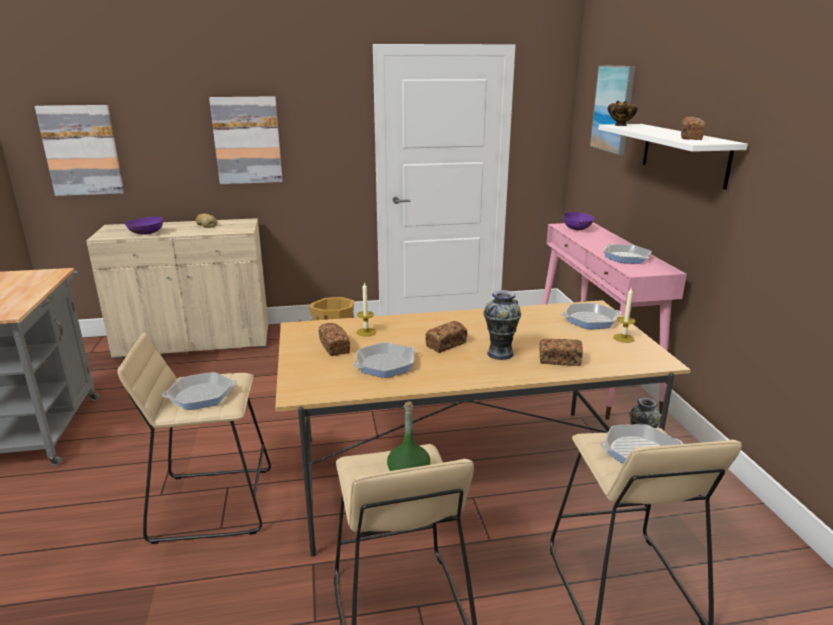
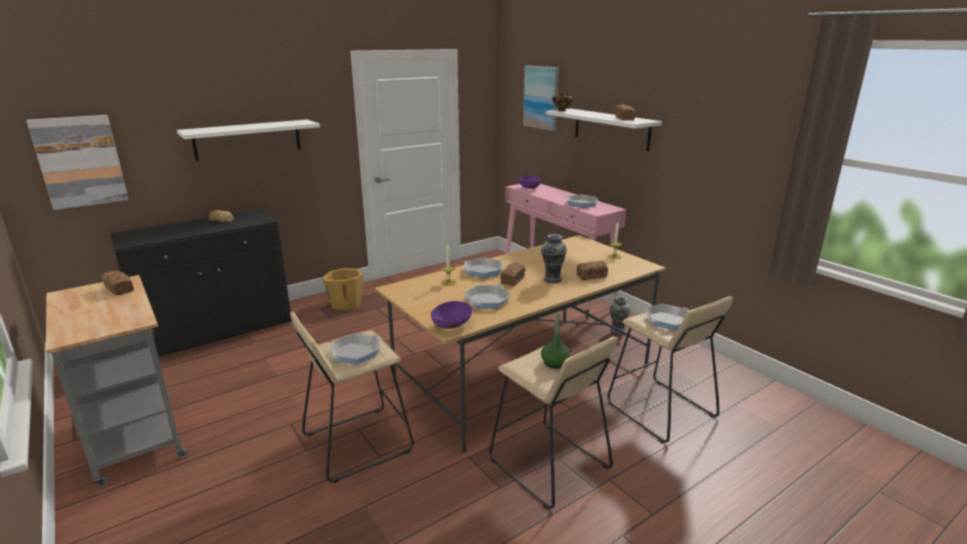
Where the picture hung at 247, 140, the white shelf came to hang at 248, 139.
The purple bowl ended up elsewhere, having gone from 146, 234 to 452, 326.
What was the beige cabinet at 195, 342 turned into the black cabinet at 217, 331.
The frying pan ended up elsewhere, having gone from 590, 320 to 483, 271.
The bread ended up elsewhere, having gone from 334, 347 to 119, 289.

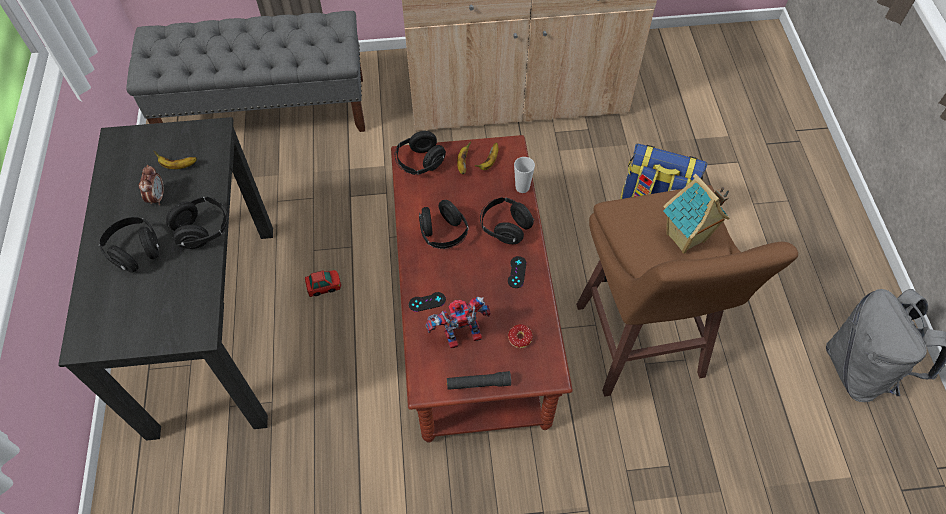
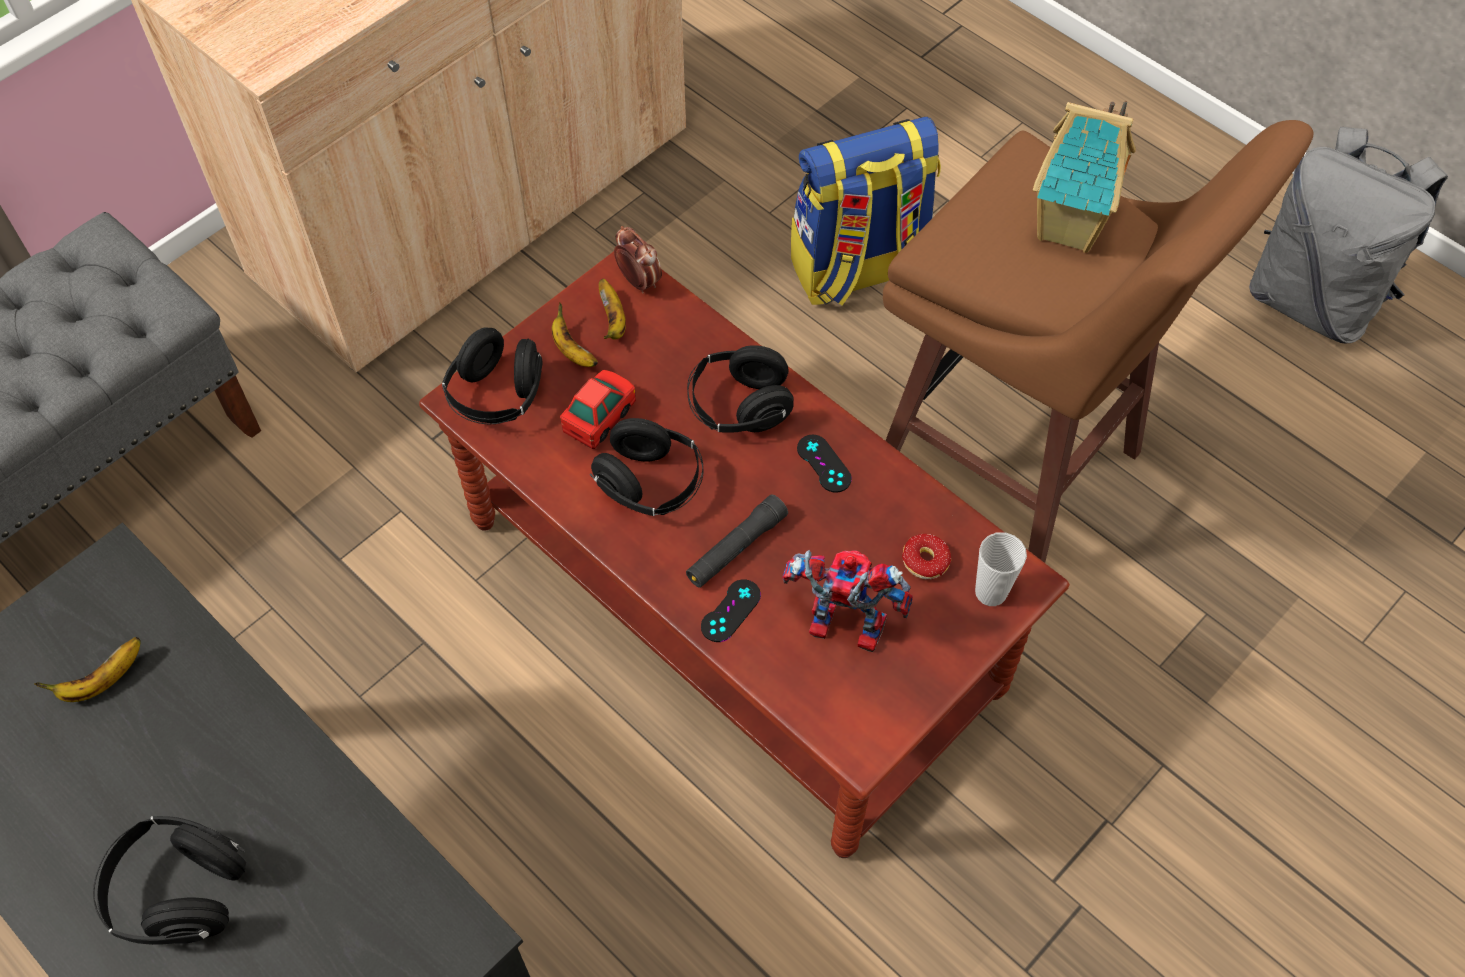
The cup ended up elsewhere, having gone from 522, 187 to 990, 592.
The alarm clock ended up elsewhere, having gone from 157, 197 to 639, 281.
The second view lost the black headphones at 203, 230.
The toy car ended up elsewhere, having gone from 324, 286 to 600, 417.
The toy robot at 460, 338 ended up facing another way, 75 degrees clockwise from before.
The black flashlight ended up elsewhere, having gone from 478, 383 to 736, 548.

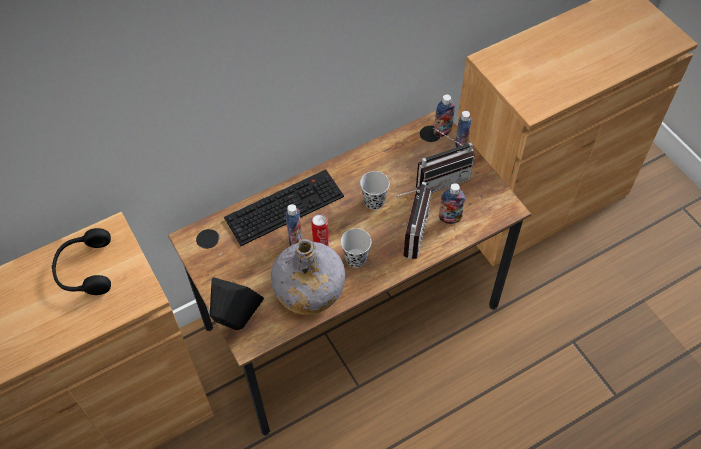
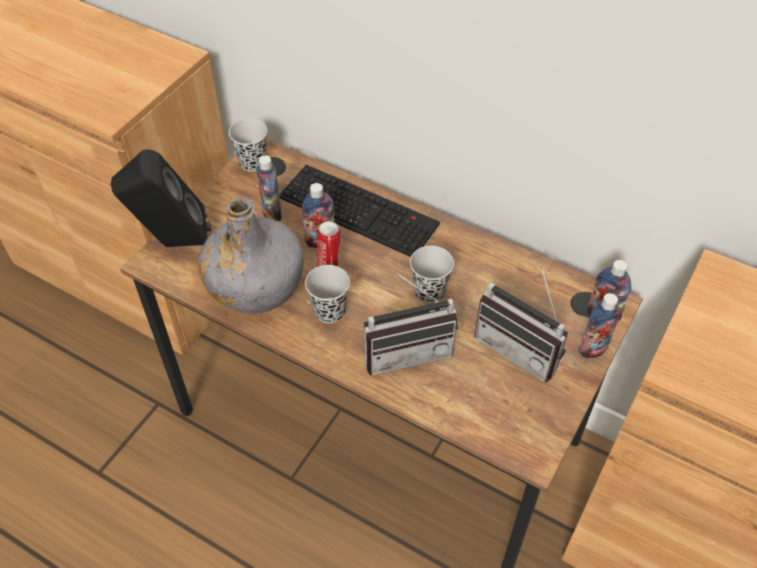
The bottle ended up elsewhere, having gone from 449, 218 to 272, 213.
The second view lost the black headphones at 84, 269.
The second view gained the black cup at 252, 162.

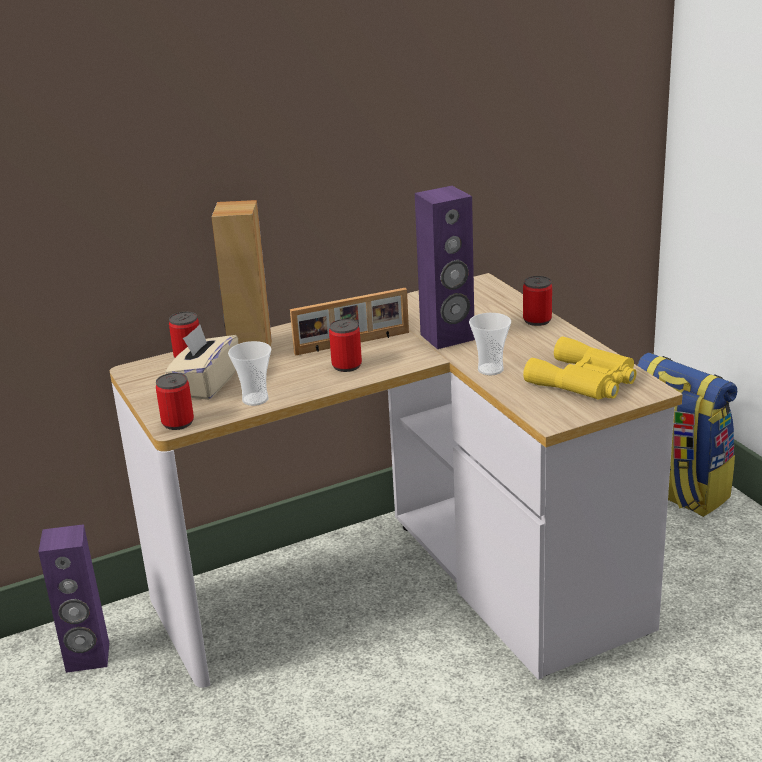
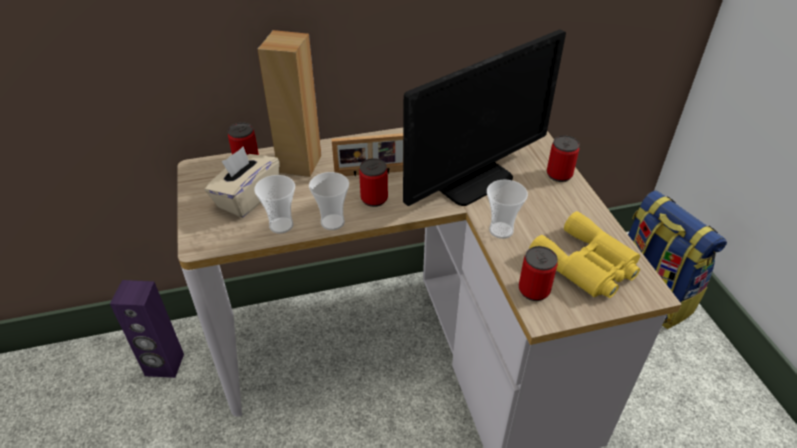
Where the purple speaker stood at 447, 337, the monitor came to stand at 473, 181.
The can ended up elsewhere, having gone from 178, 422 to 534, 290.
The second view gained the cup at 332, 222.

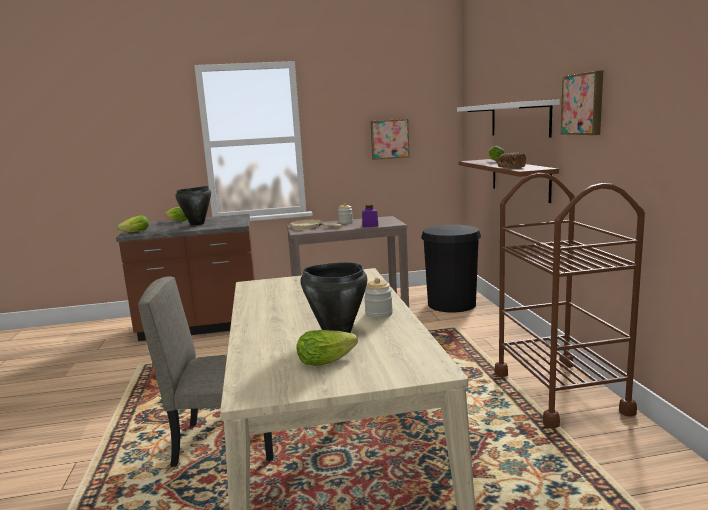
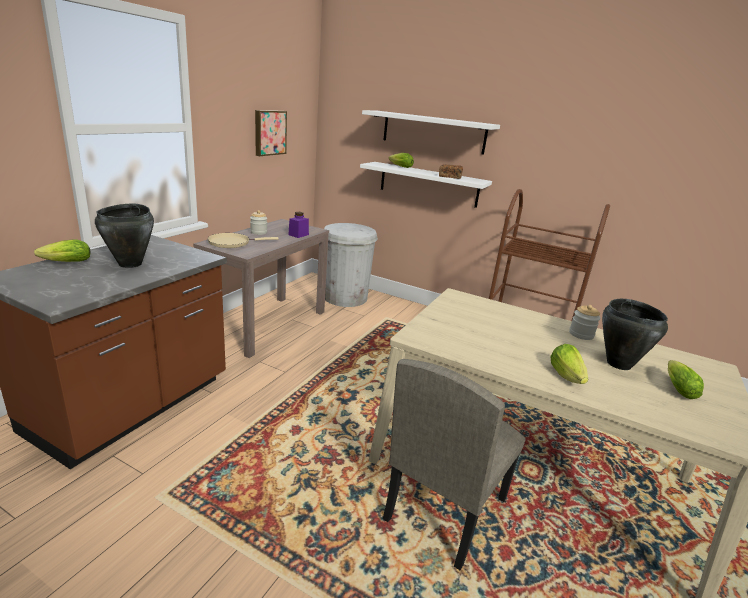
The second view lost the picture at 584, 104.
What was the brown shelf at 519, 179 turned into the white shelf at 428, 184.
The lettuce ended up elsewhere, having gone from 133, 232 to 567, 377.
What was the black trash can at 451, 304 turned into the white trash can at 345, 297.

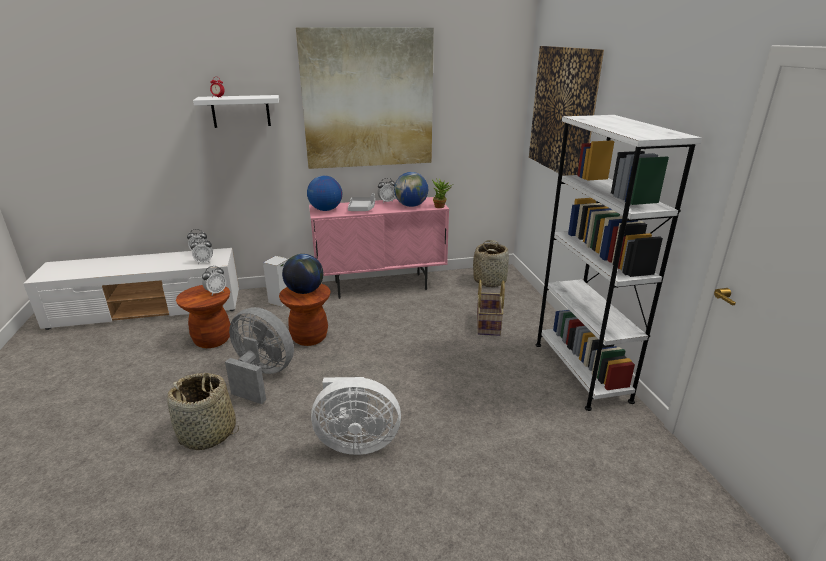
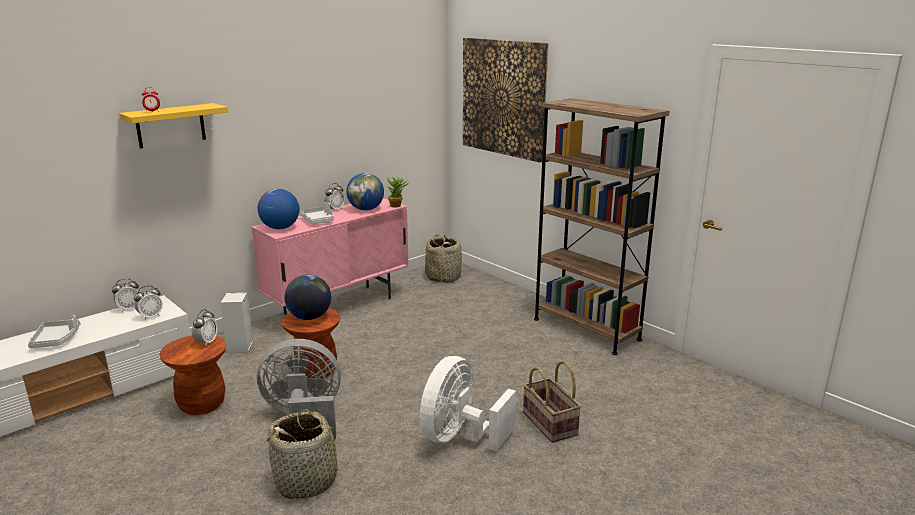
The second view lost the picture at 368, 99.
What was the white shelf at 240, 111 turned into the yellow shelf at 170, 125.
What was the white bookcase at 581, 371 turned into the brown bookcase at 586, 329.
The basket ended up elsewhere, having gone from 489, 324 to 550, 423.
The white fan at 356, 442 ended up facing another way, 150 degrees clockwise from before.
The second view gained the grey tray at 56, 339.

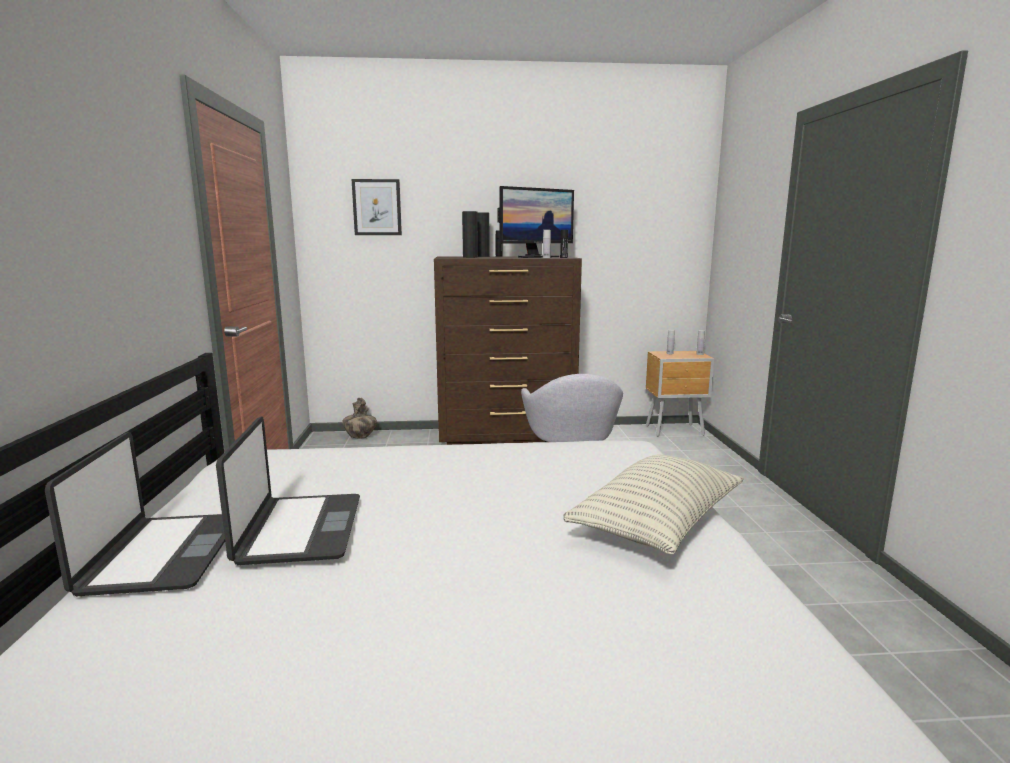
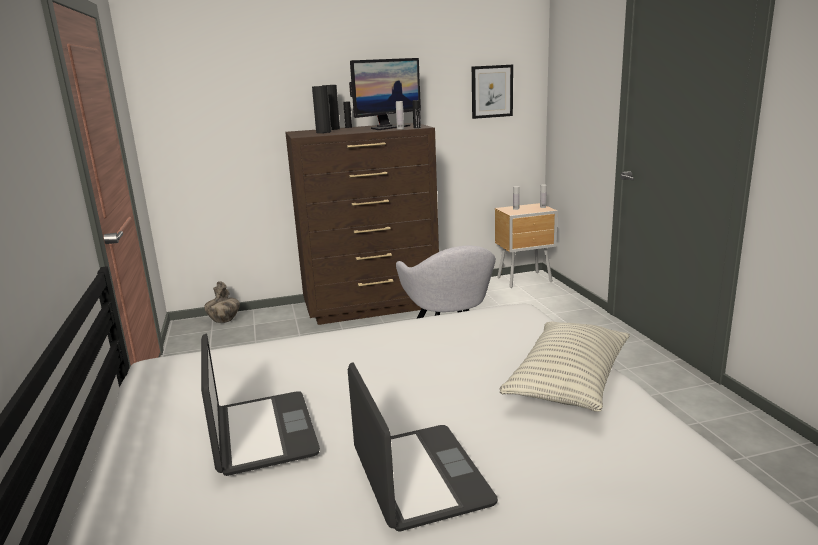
The picture ended up elsewhere, having gone from 377, 207 to 492, 91.
The laptop ended up elsewhere, having gone from 161, 554 to 419, 477.

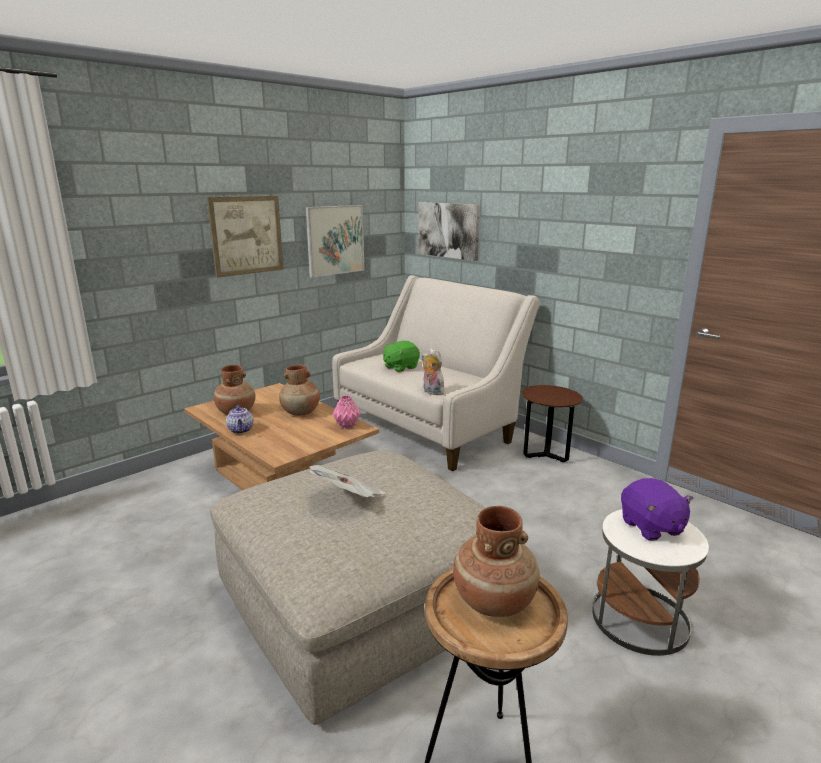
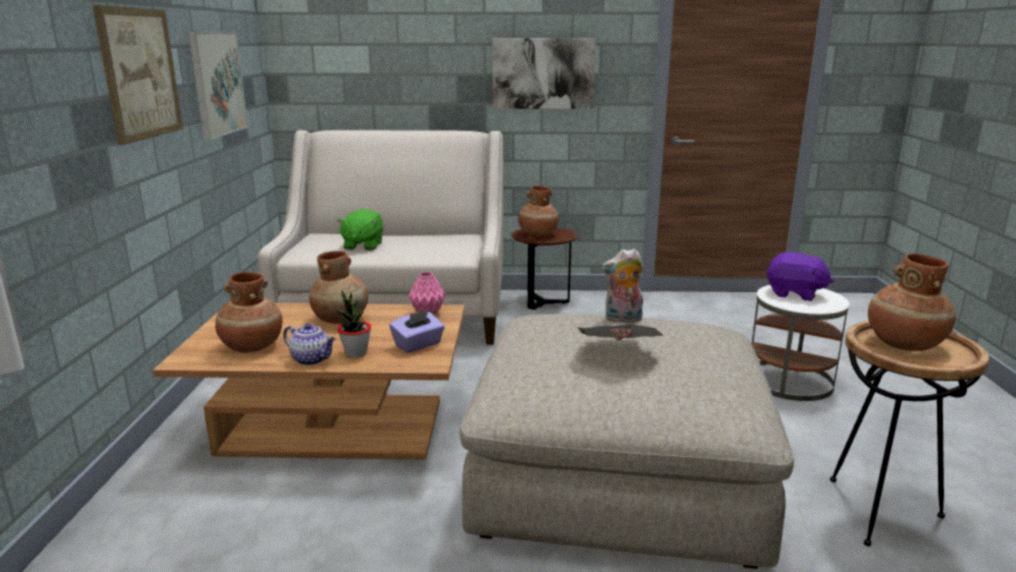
The picture ended up elsewhere, having gone from 448, 230 to 543, 73.
The plush toy ended up elsewhere, having gone from 431, 392 to 622, 319.
The second view gained the brown vase at 537, 235.
The second view gained the potted plant at 356, 353.
The second view gained the purple tissue box at 418, 345.

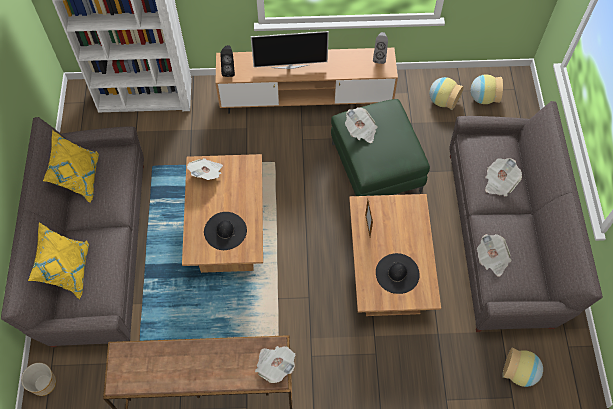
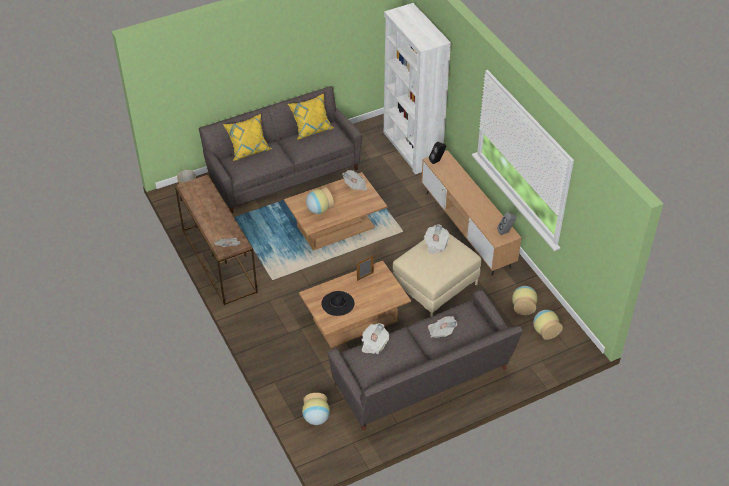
The second view lost the television at 290, 66.
What was the green ottoman at 376, 167 turned into the beige ottoman at 435, 286.
Where the black hat stood at 225, 231, the vase came to stand at 318, 209.

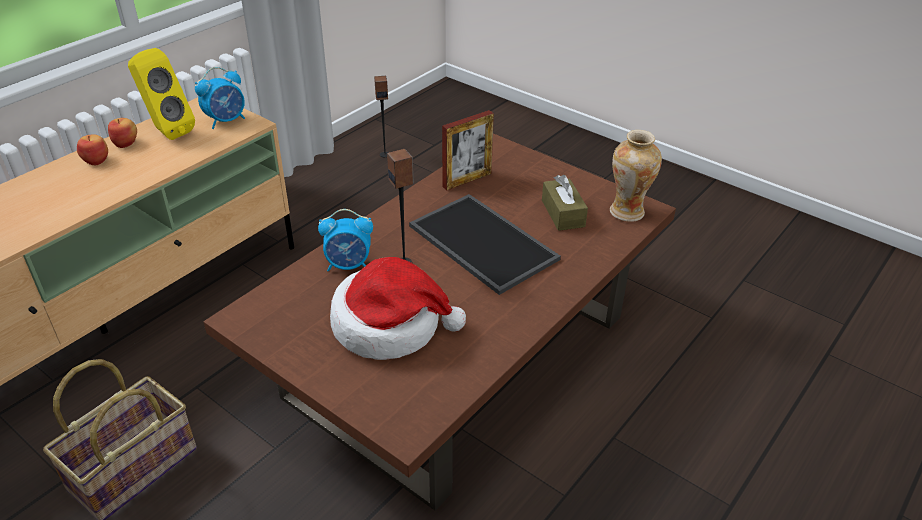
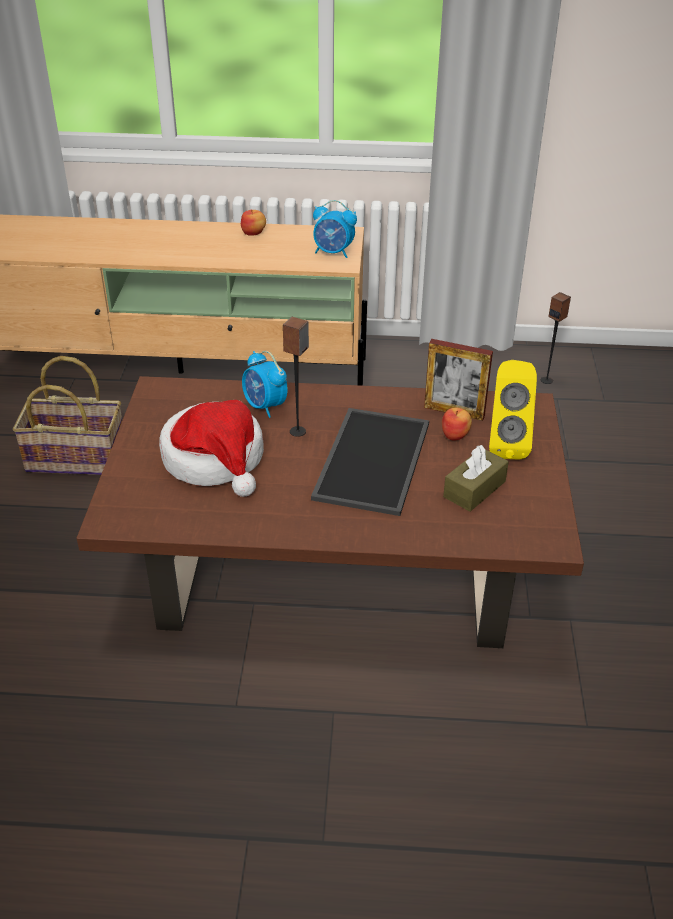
The yellow speaker ended up elsewhere, having gone from 167, 131 to 505, 445.
The second view lost the vase at 627, 212.
The apple ended up elsewhere, having gone from 97, 160 to 455, 434.

